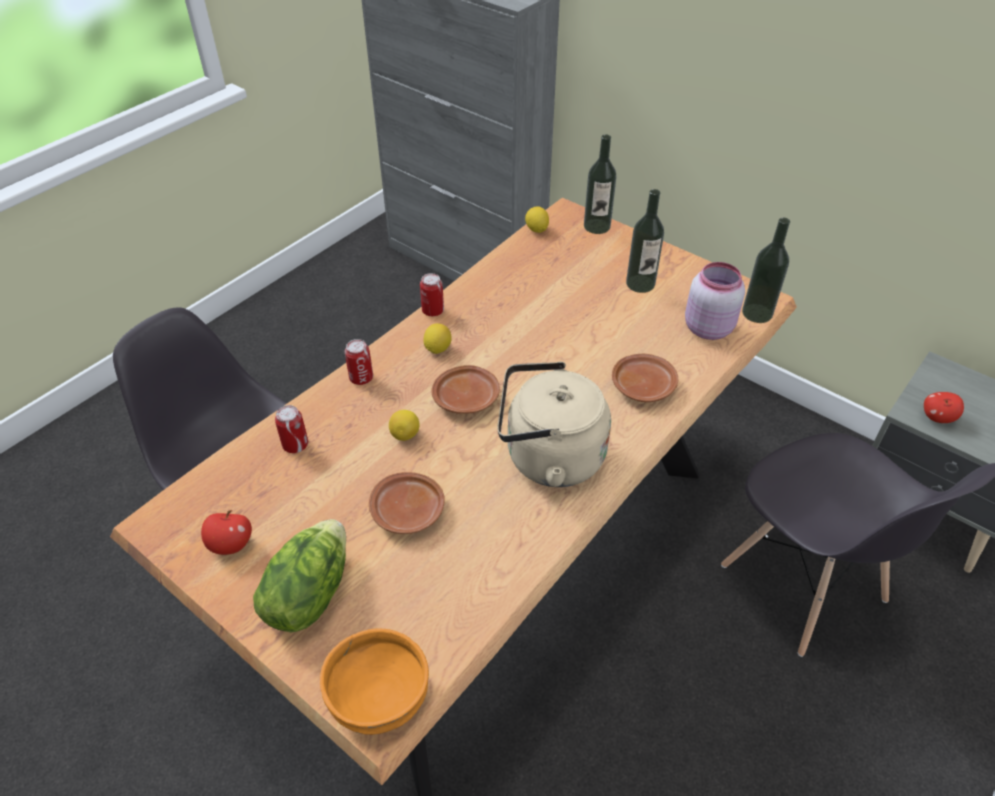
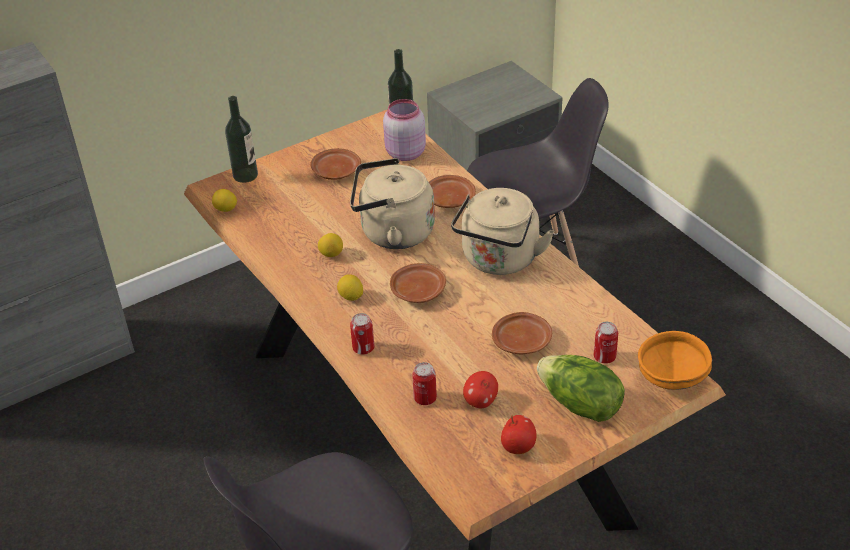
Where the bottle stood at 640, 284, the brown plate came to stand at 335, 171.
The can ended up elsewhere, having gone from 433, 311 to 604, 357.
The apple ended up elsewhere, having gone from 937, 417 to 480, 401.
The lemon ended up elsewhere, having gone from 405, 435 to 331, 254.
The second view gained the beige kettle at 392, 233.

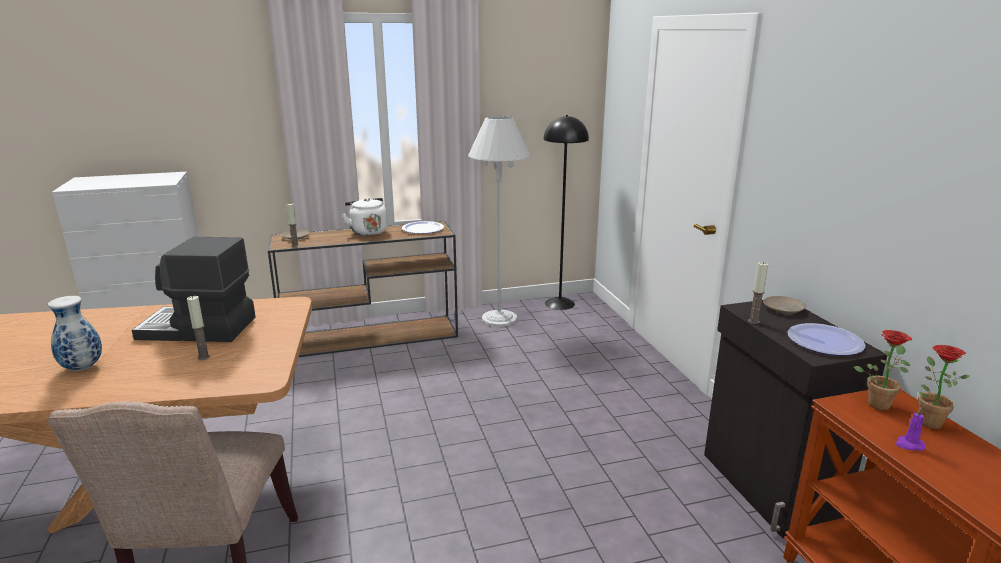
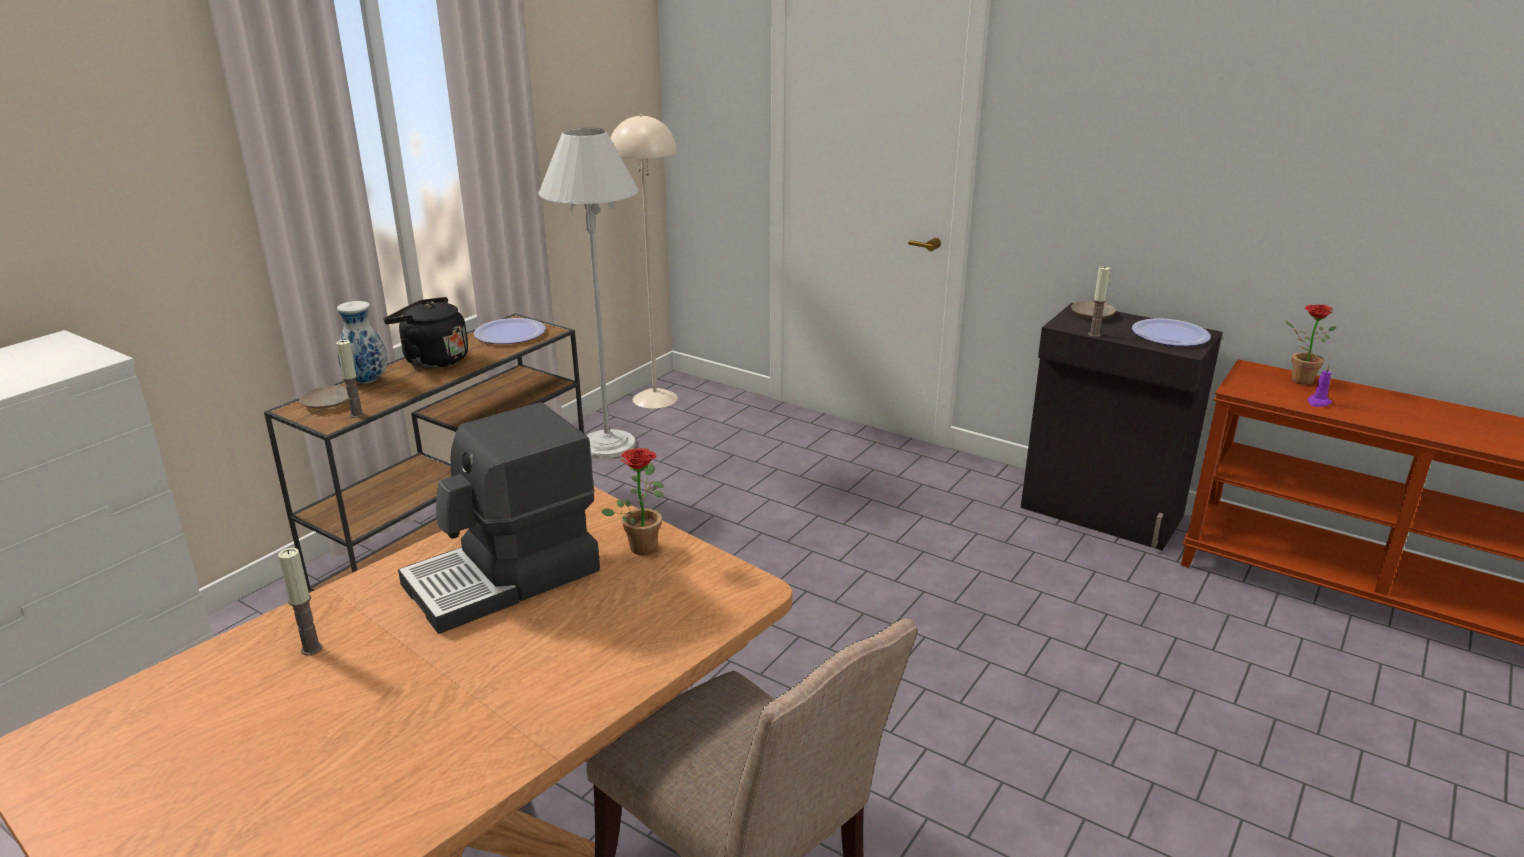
What was the black floor lamp at 559, 303 turned into the beige floor lamp at 654, 398.
What was the white kettle at 368, 231 turned into the black kettle at 432, 360.
The vase ended up elsewhere, having gone from 81, 368 to 366, 381.
The candle ended up elsewhere, having gone from 204, 357 to 311, 649.
The potted plant ended up elsewhere, having gone from 878, 403 to 642, 544.

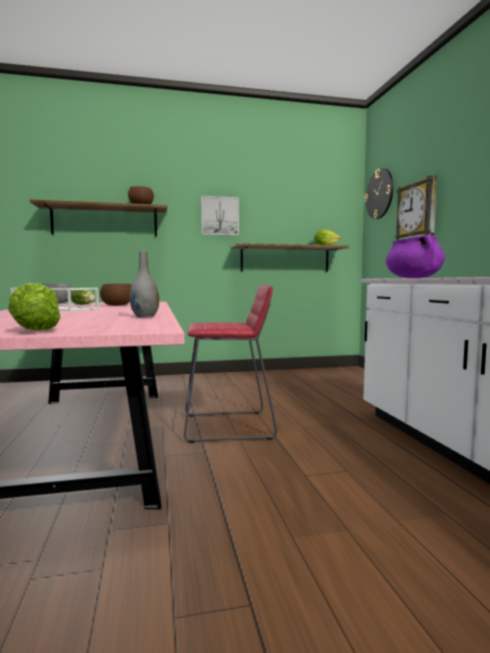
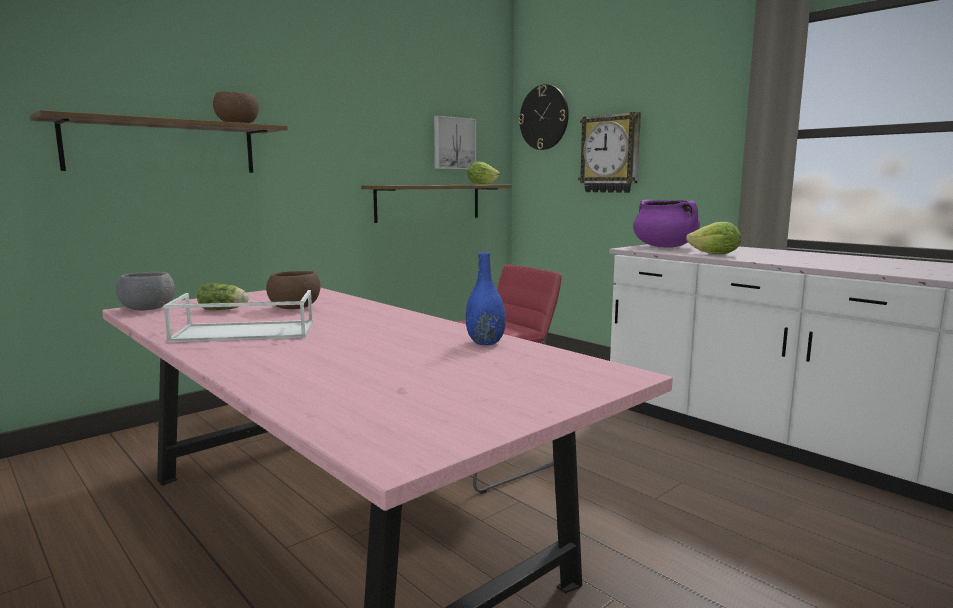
The picture ended up elsewhere, having gone from 219, 216 to 453, 143.
What was the grey vase at 145, 316 turned into the blue vase at 485, 342.
The lettuce ended up elsewhere, having gone from 35, 331 to 715, 254.

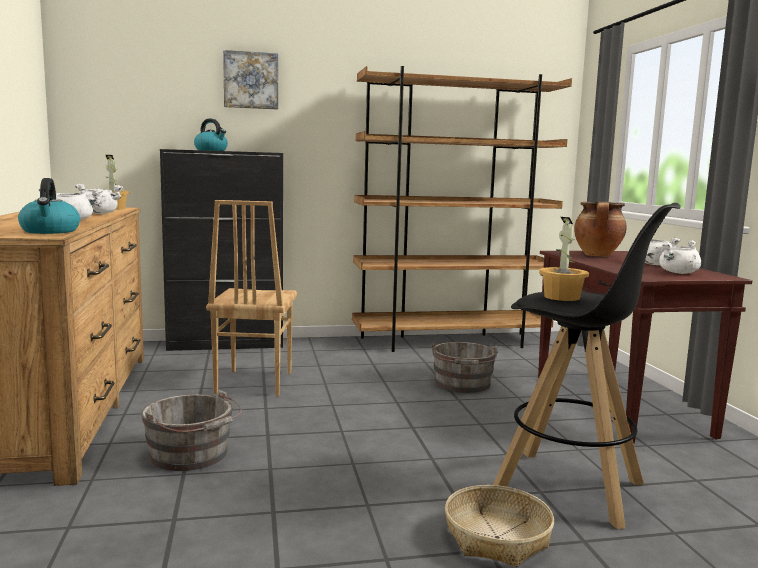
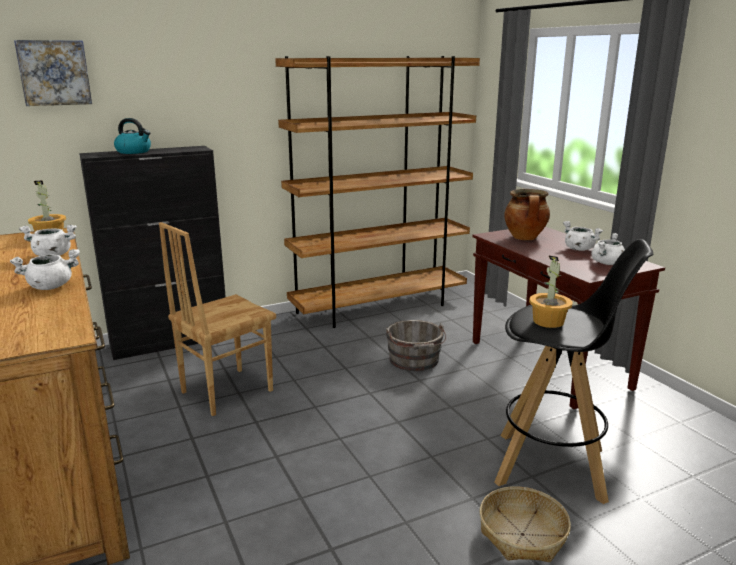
The picture ended up elsewhere, having gone from 251, 80 to 54, 73.
The second view lost the kettle at 50, 231.
The brown chair at 252, 383 ended up facing another way, 60 degrees clockwise from before.
The second view lost the grey bucket at 192, 455.

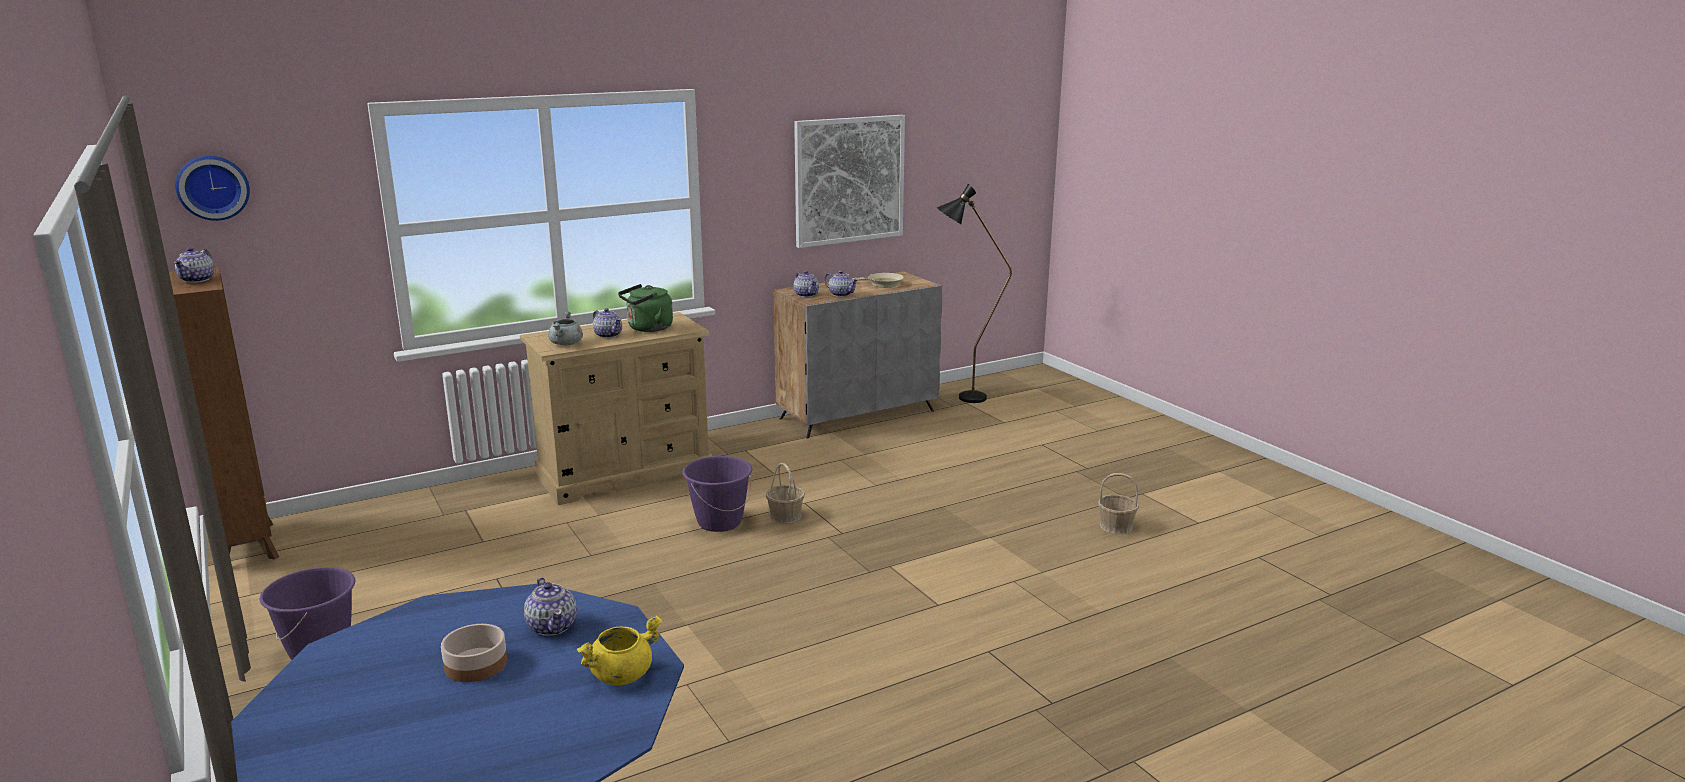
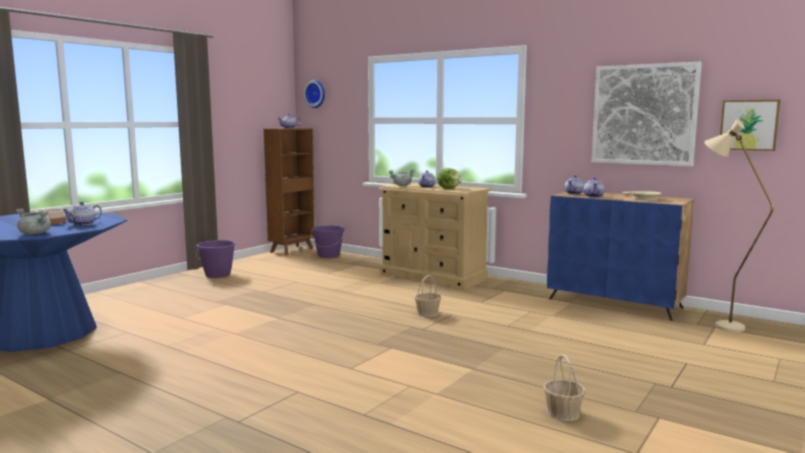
What was the black floor lamp at 962, 399 turned into the beige floor lamp at 719, 324.
What was the grey cabinet at 858, 414 turned into the blue cabinet at 615, 303.
Where the green kettle stood at 647, 328, the lettuce came to stand at 449, 188.
The purple bucket ended up elsewhere, having gone from 719, 522 to 329, 255.
What was the yellow cooking pot at 621, 675 turned into the grey cooking pot at 35, 233.
The second view gained the picture at 749, 125.

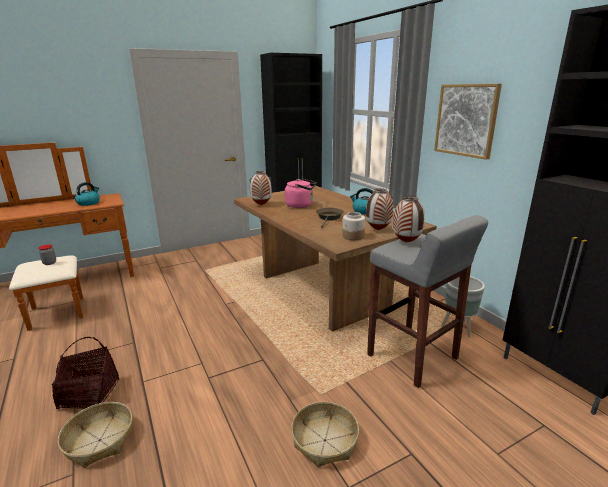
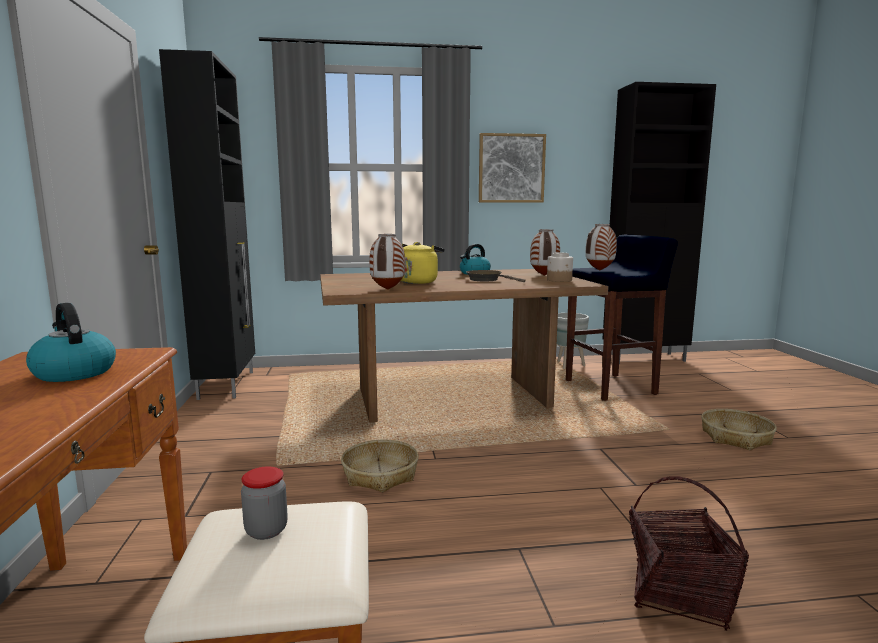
What was the pink kettle at 301, 205 turned into the yellow kettle at 418, 282.
What was the grey stool at 413, 357 turned into the blue stool at 611, 387.
The basket ended up elsewhere, having gone from 99, 440 to 380, 475.

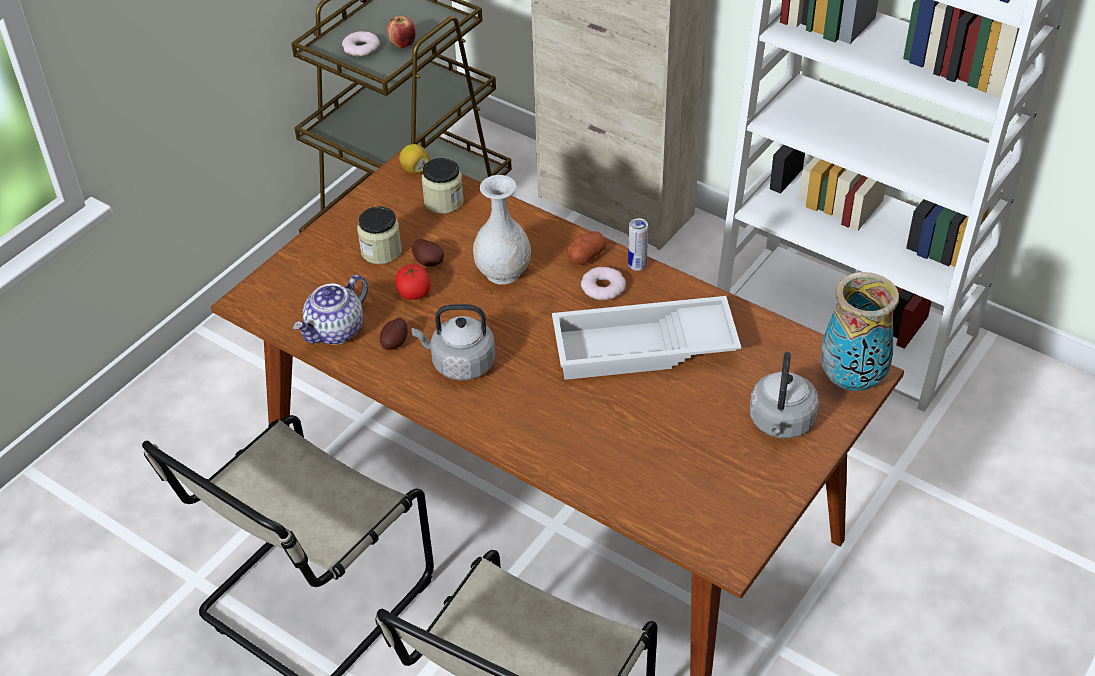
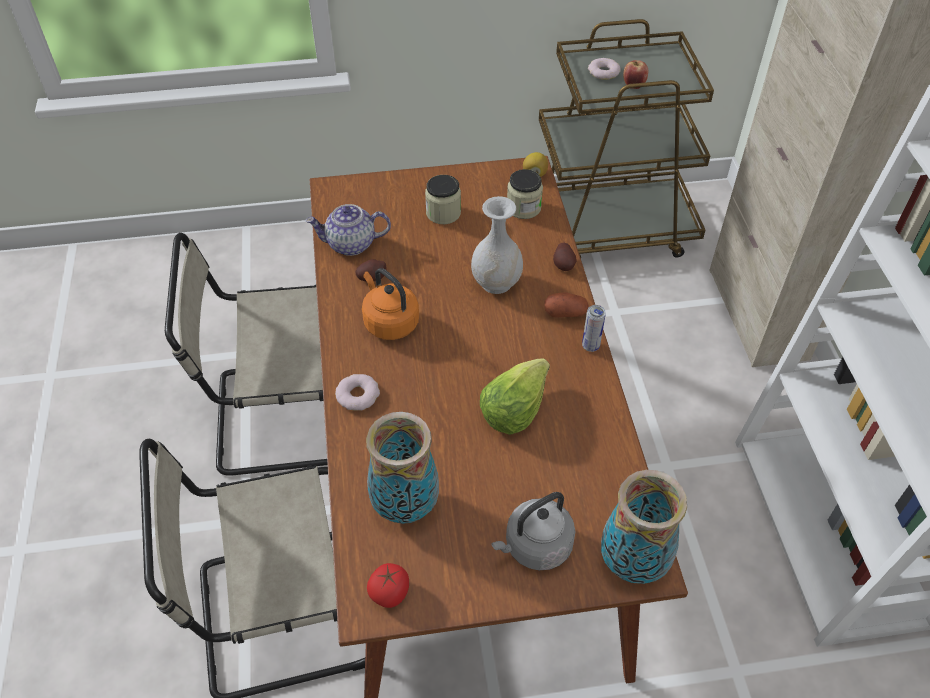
The potato ended up elsewhere, having gone from 429, 261 to 564, 265.
The tomato ended up elsewhere, having gone from 414, 293 to 389, 592.
The donut ended up elsewhere, having gone from 603, 287 to 358, 395.
Where the white tray stood at 643, 349, the lettuce came to stand at 514, 408.
What was the grey kettle at 460, 363 turned into the orange kettle at 389, 322.
The second view gained the vase at 404, 506.

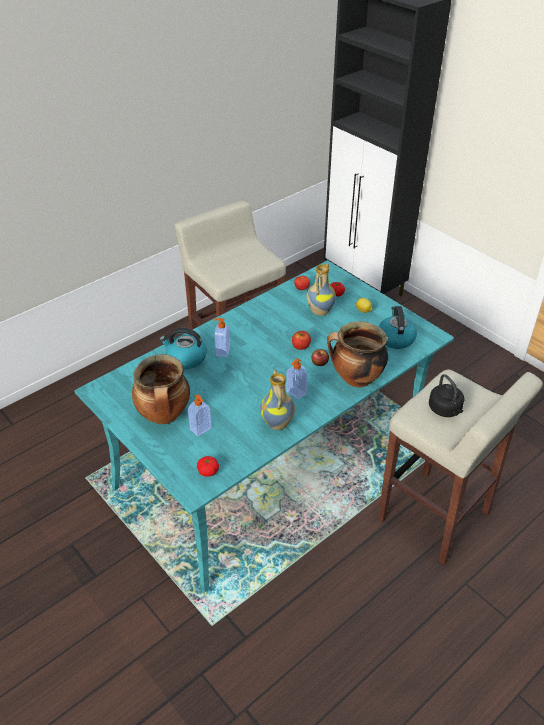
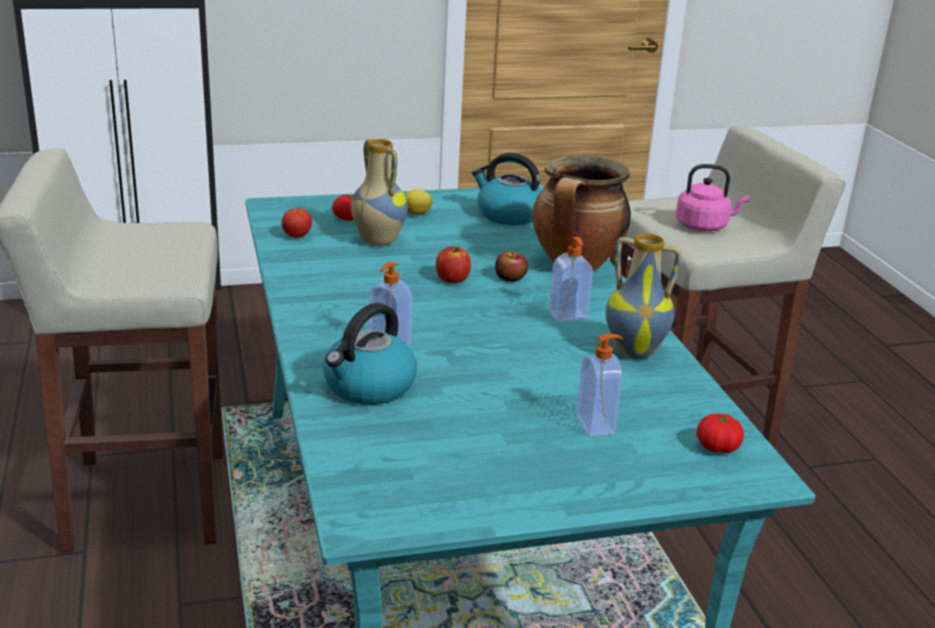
The second view lost the cooking pot at 165, 416.
What was the black kettle at 445, 410 turned into the pink kettle at 704, 226.

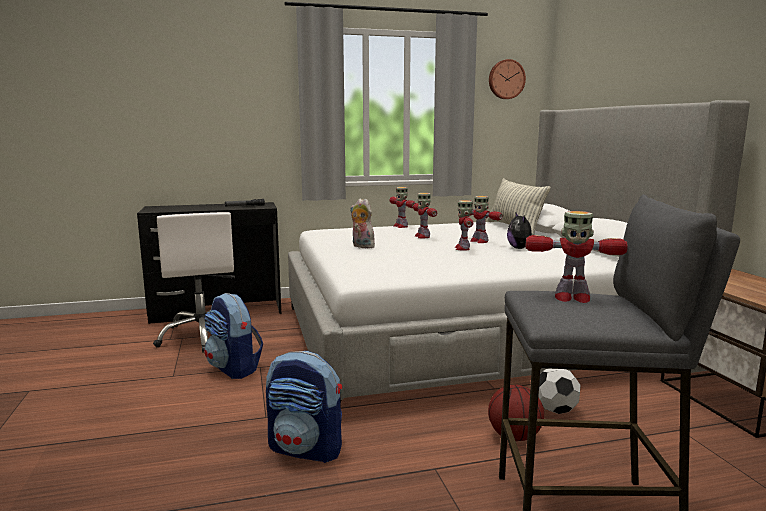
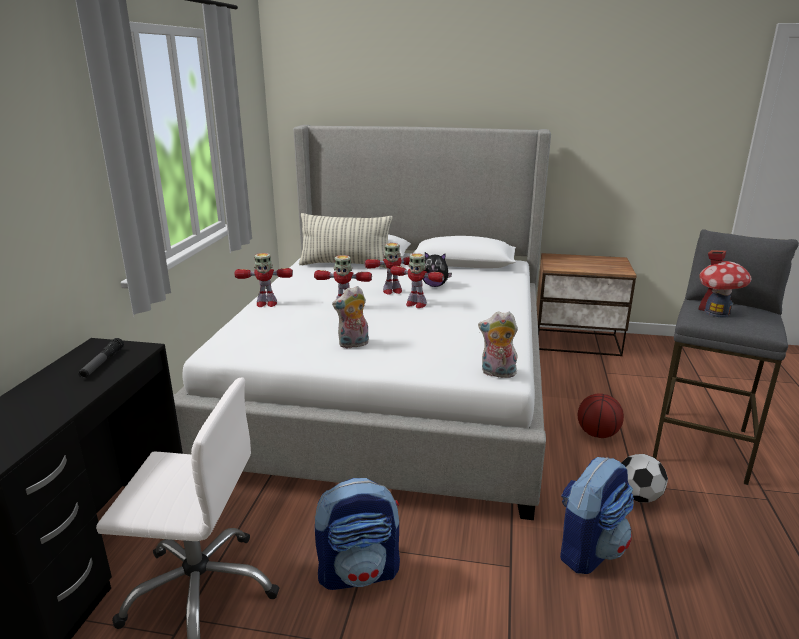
The second view lost the wall clock at 506, 79.
Where the toy robot stood at 571, 298, the toy house came to stand at 717, 312.
The football ended up elsewhere, having gone from 555, 410 to 638, 496.
The second view gained the plush toy at 497, 373.

